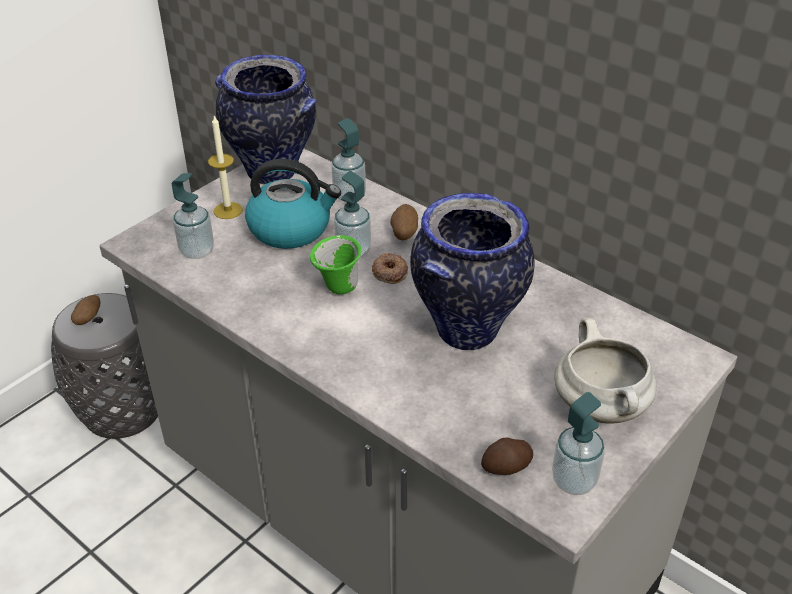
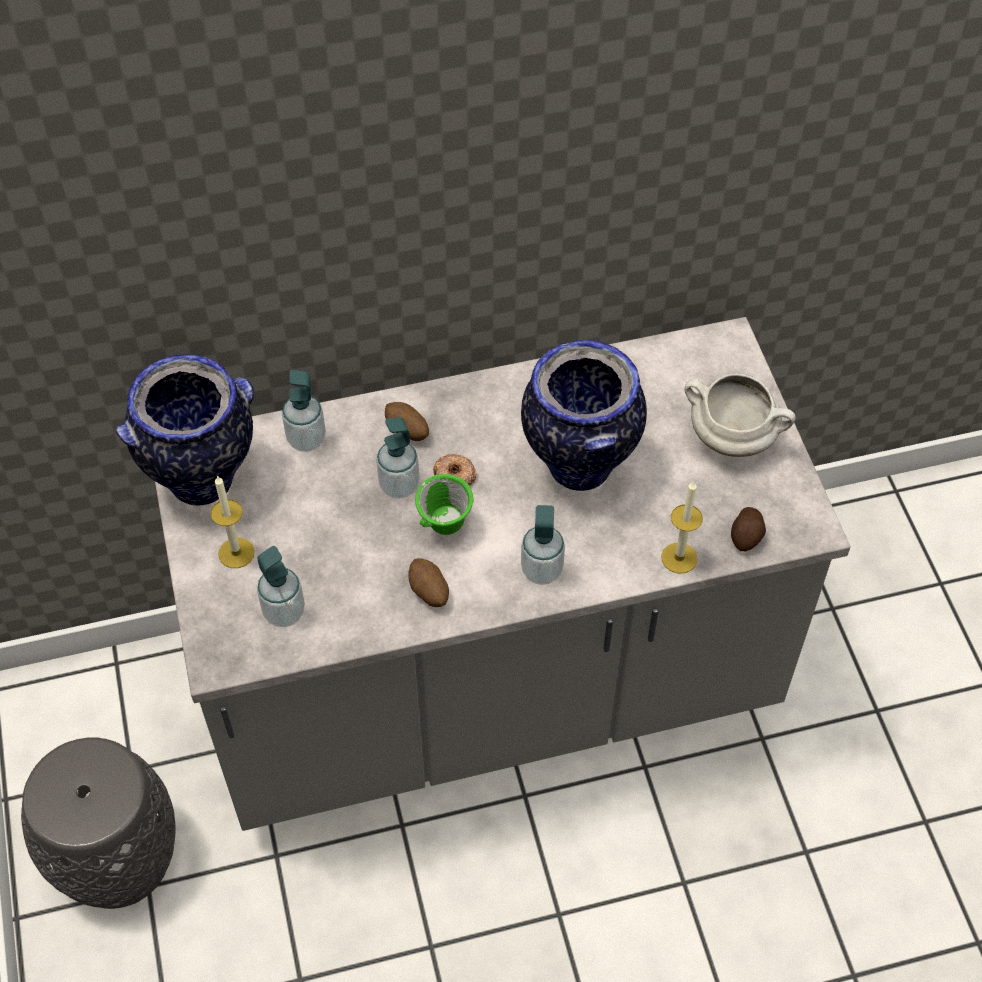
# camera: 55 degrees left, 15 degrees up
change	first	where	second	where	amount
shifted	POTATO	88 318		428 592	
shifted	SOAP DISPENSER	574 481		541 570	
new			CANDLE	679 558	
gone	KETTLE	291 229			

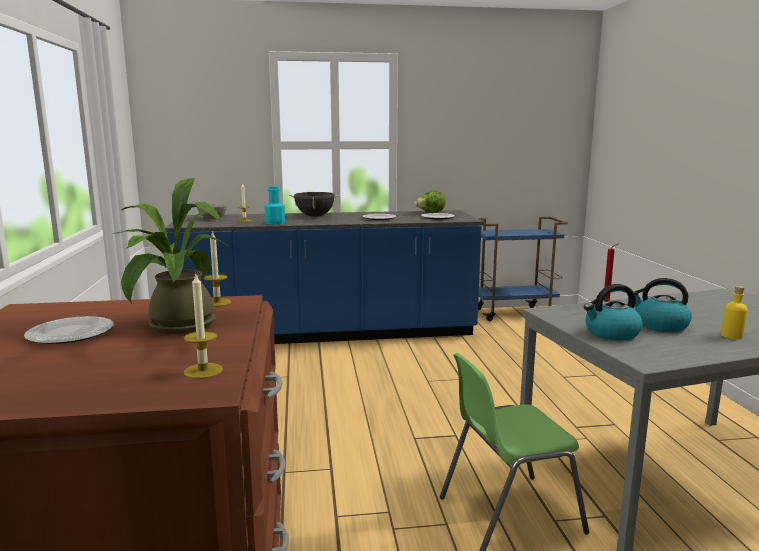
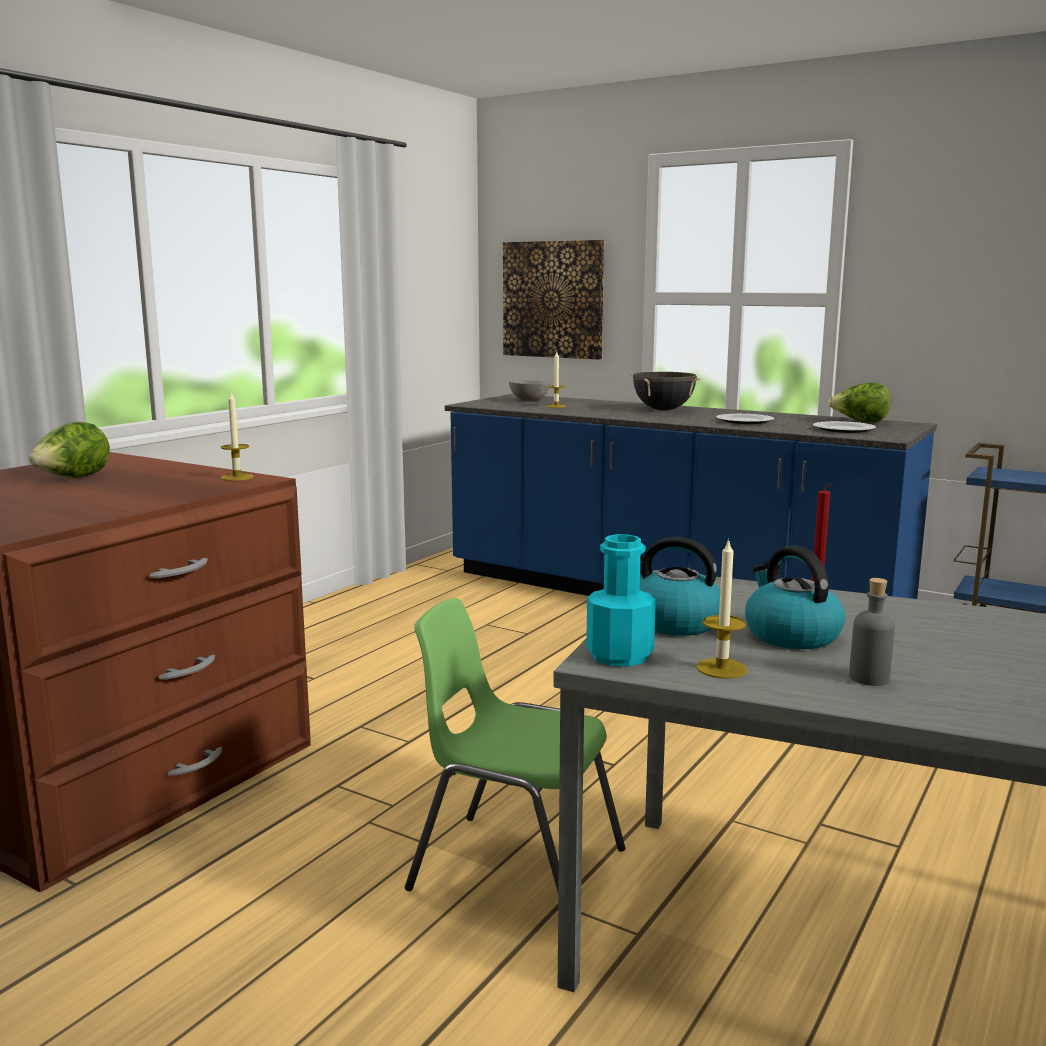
# camera: 40 degrees right, 0 degrees up
change	first	where	second	where	amount
swapped	PLATE	72 333	LETTUCE	72 479	
new			PICTURE	553 299	
shifted	TURQUOISE BOTTLE	275 223		619 655	
shifted	CANDLE	203 371		721 668	
repainted	YELLOW BOTTLE	731 336	GREY BOTTLE	869 678	
gone	POTTED PLANT	176 328			

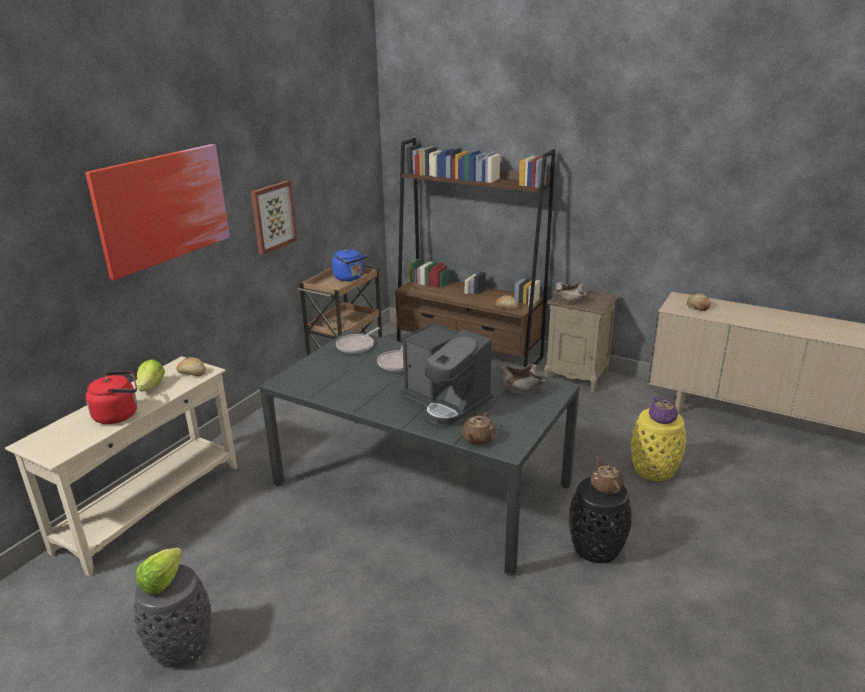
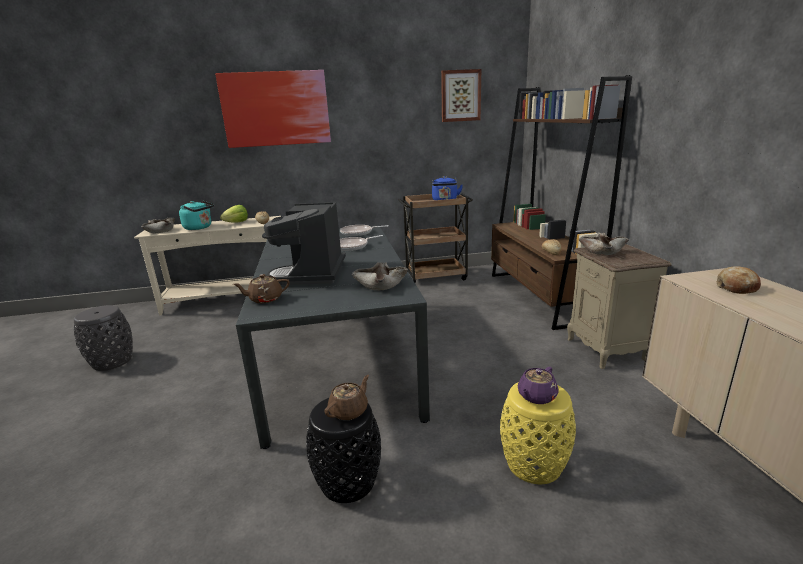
# camera: 50 degrees right, 5 degrees down
change	first	where	second	where	amount
new			BEIGE BOWL	160 231	
repainted	RED KETTLE	119 414	TURQUOISE KETTLE	199 228	
shifted	PICTURE	272 216		460 96	
gone	LETTUCE	162 581			

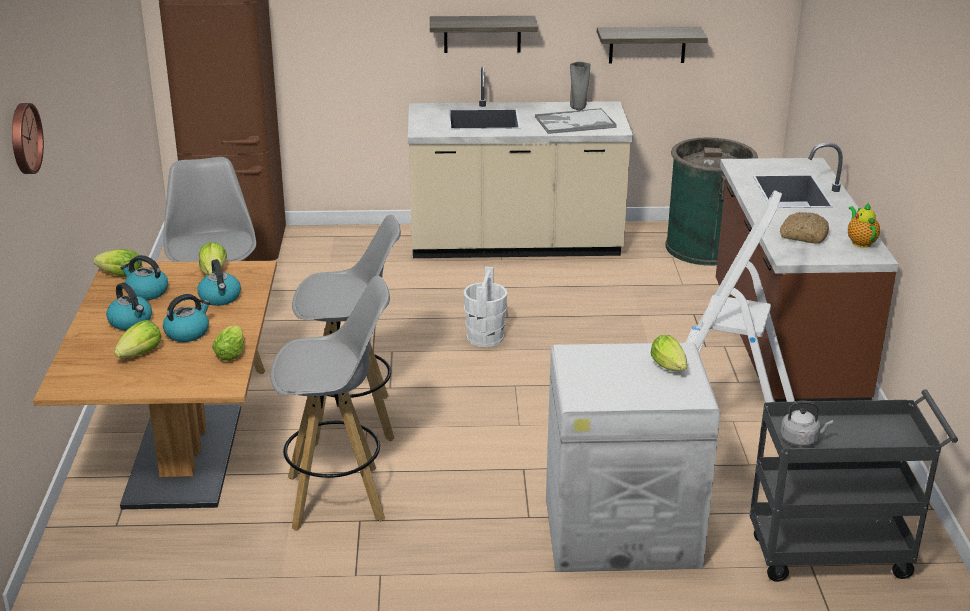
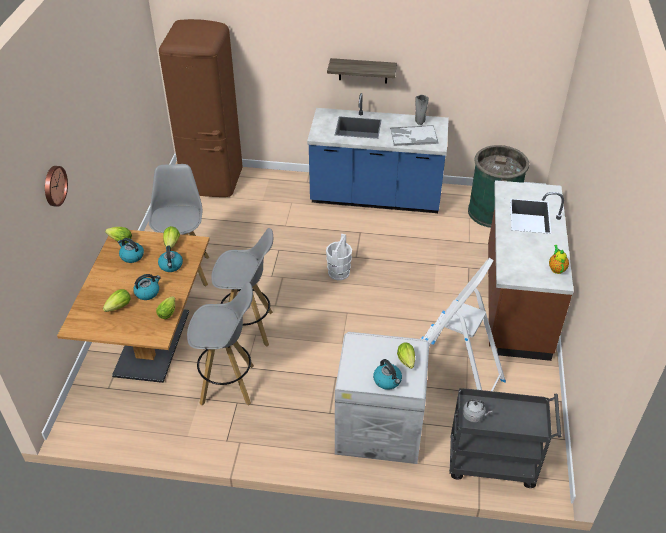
# camera: 10 degrees right, 15 degrees up
change	first	where	second	where	amount
repainted	BEIGE COUNTER	515 245	BLUE COUNTER	375 197	
shifted	KETTLE	131 322		387 380	
gone	SHELF	647 44			
gone	BREAD	803 235			

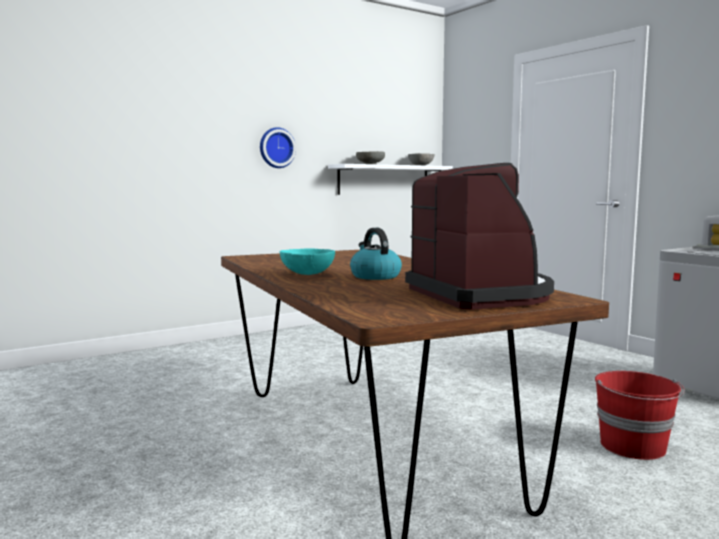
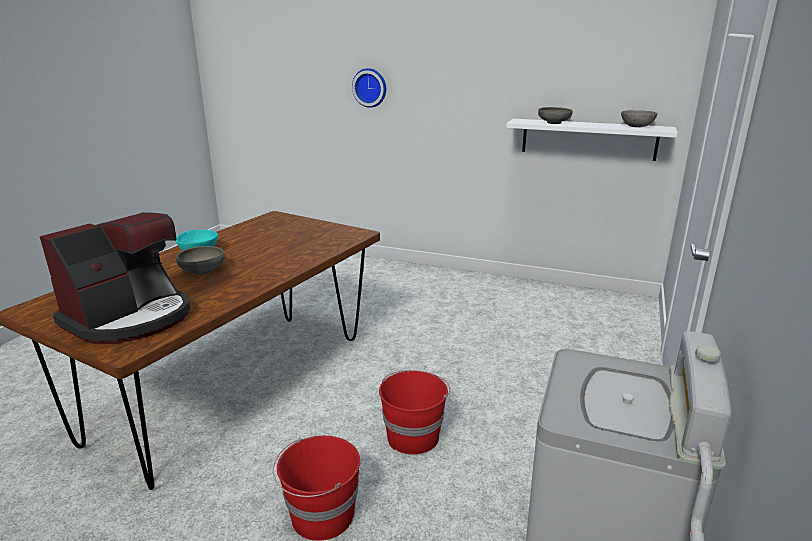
# camera: 55 degrees right, 15 degrees up
change	first	where	second	where	amount
swapped	KETTLE	374 276	GREY BOWL	202 271	
shifted	WALL CLOCK	276 148		370 87	
new			RED BUCKET	413 436	

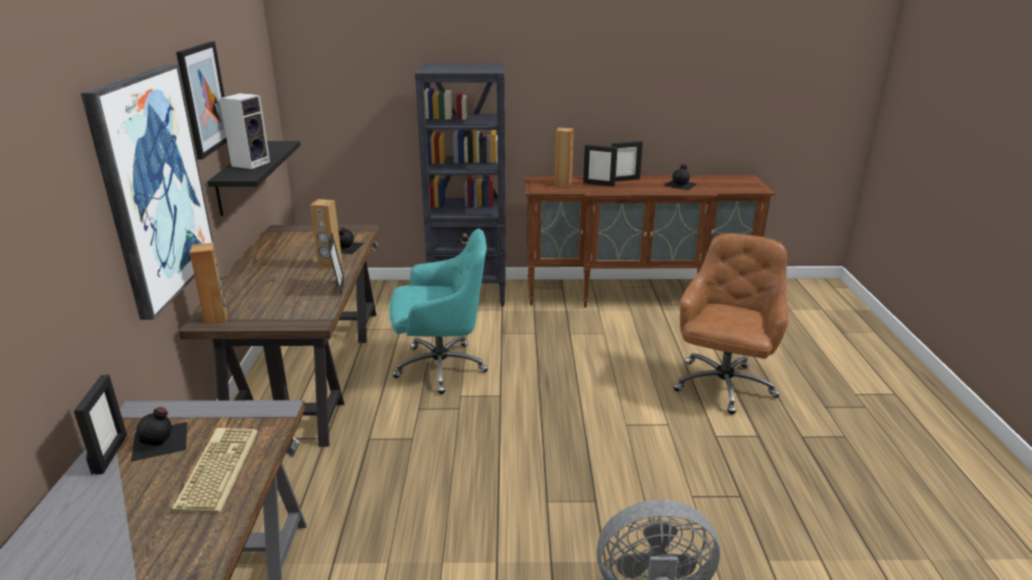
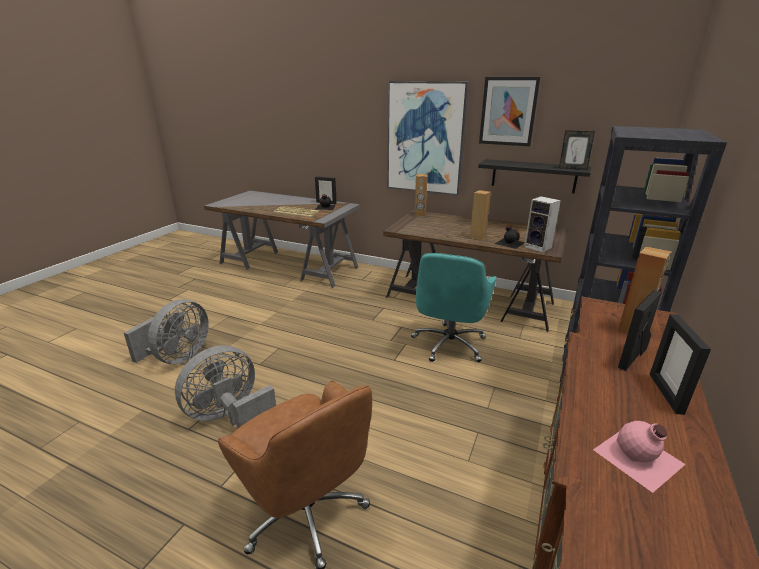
# camera: 115 degrees right, 0 degrees up
change	first	where	second	where	amount
new			GREY FAN	230 417	
shifted	SPEAKER	251 163		539 247	
shifted	PICTURE FRAME	339 288		572 168	
repainted	BLACK BOTTLE	681 184	PINK BOTTLE	638 458	

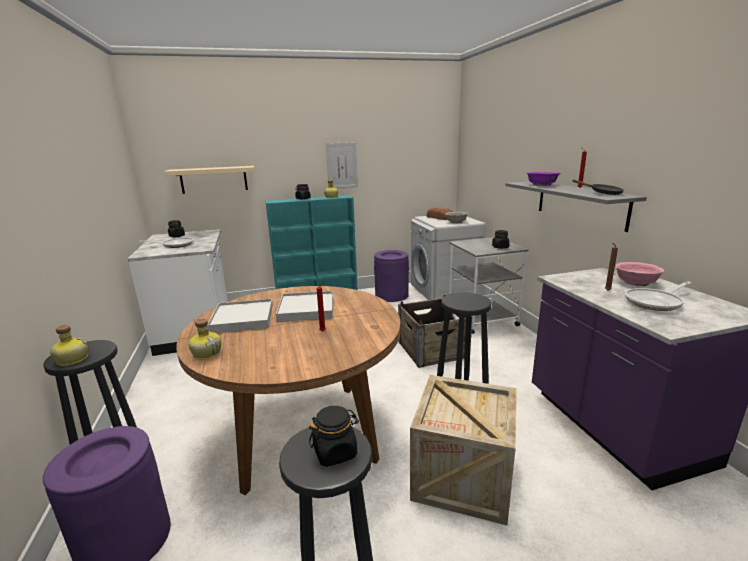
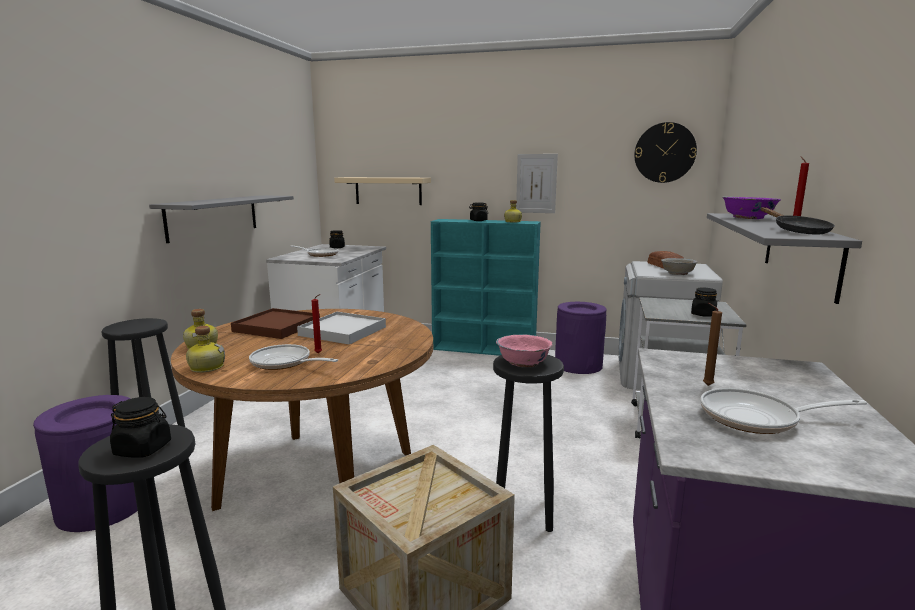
# camera: 30 degrees right, 5 degrees down
change	first	where	second	where	amount
new			GREY SHELF	213 217	
shifted	BOTTLE	71 359		206 367	
repainted	WHITE TRAY	243 318	BROWN TRAY	277 327	
new			FRYING PAN	284 363	
shifted	PINK BOWL	636 283		523 363	
new			WALL CLOCK	664 152	
gone	CRATE	432 349			

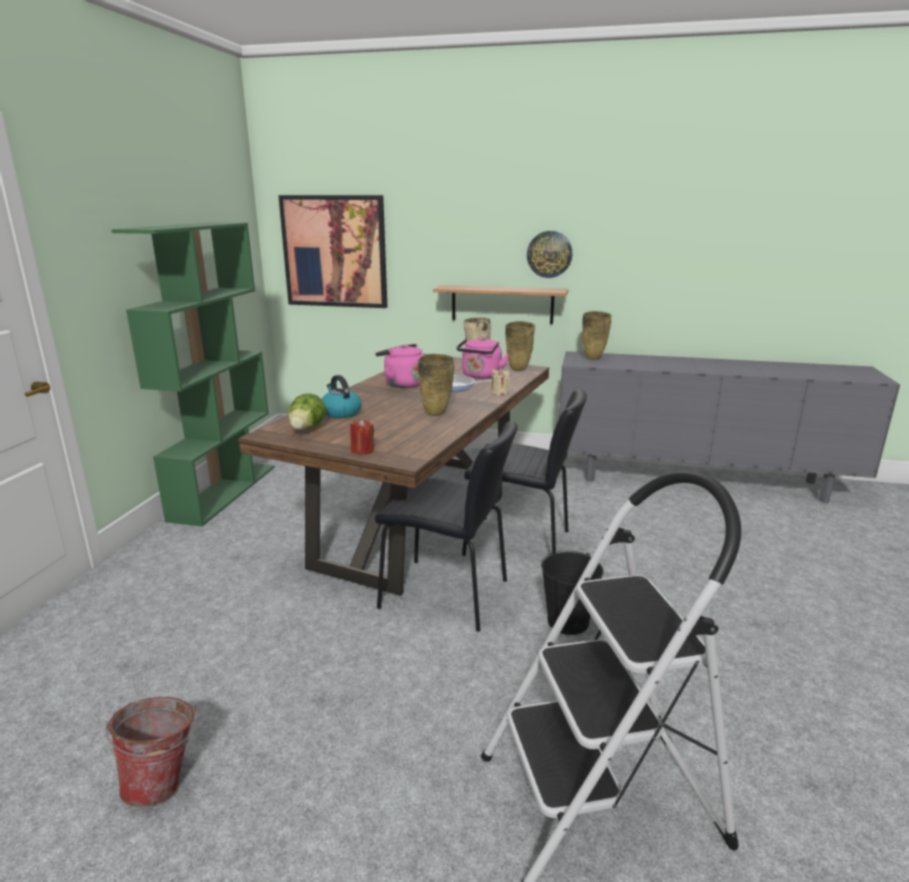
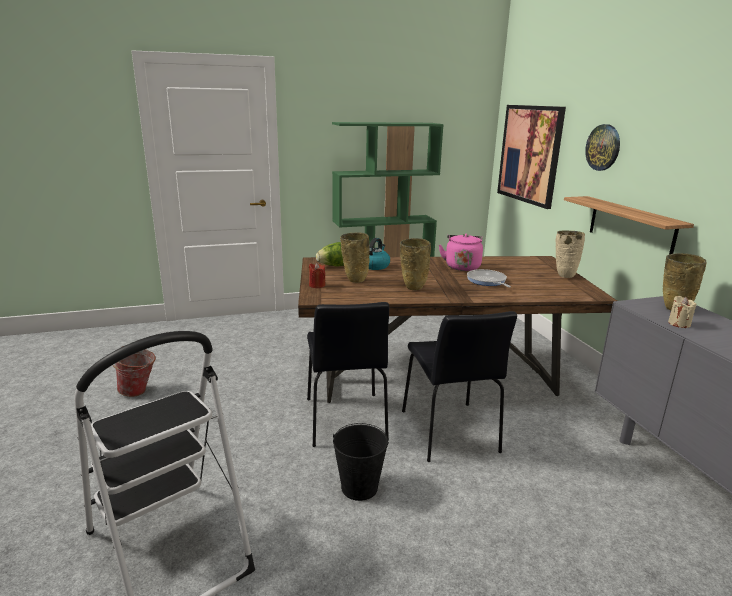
# camera: 60 degrees right, 0 degrees up
change	first	where	second	where	amount
shifted	BEIGE VASE	518 370		354 281	
shifted	WALL CLOCK	549 254		603 147	
shifted	BEIGE CANDLE	499 393		679 324	
gone	PINK KETTLE	481 376			

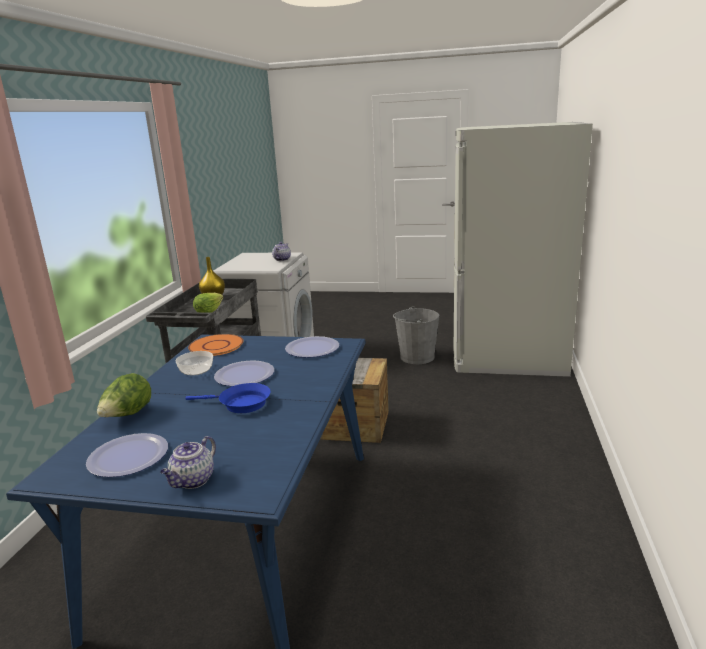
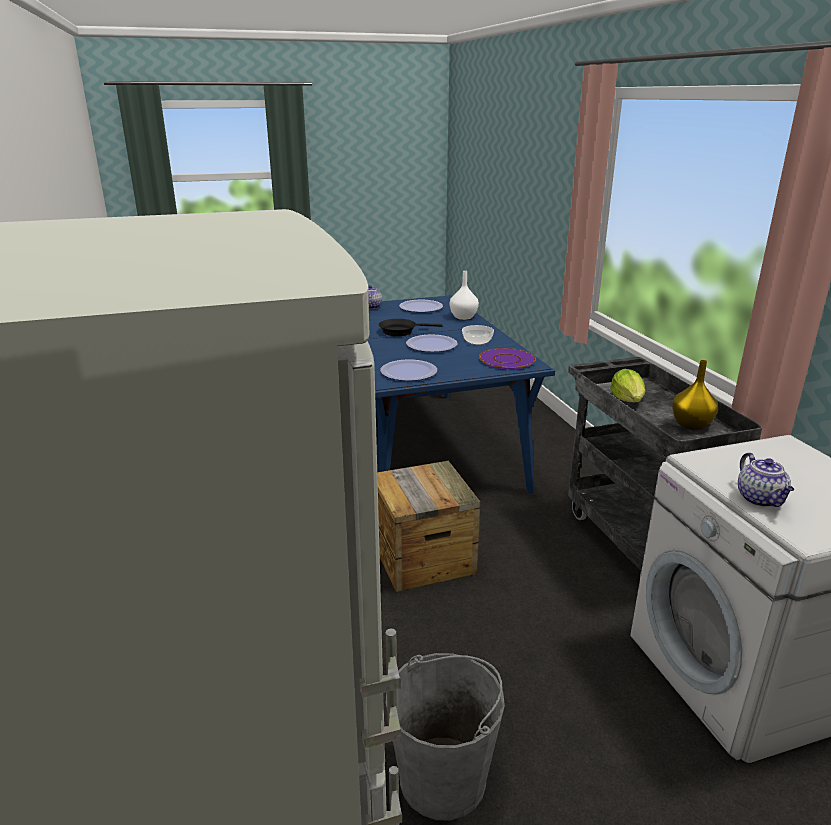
# camera: 150 degrees right, 5 degrees up
change	first	where	second	where	amount
repainted	BLUE FRYING PAN	240 404	BLACK FRYING PAN	401 331	
swapped	LETTUCE	127 415	WHITE VASE	463 317	
repainted	ORANGE PLATE	216 346	PURPLE PLATE	507 360	

